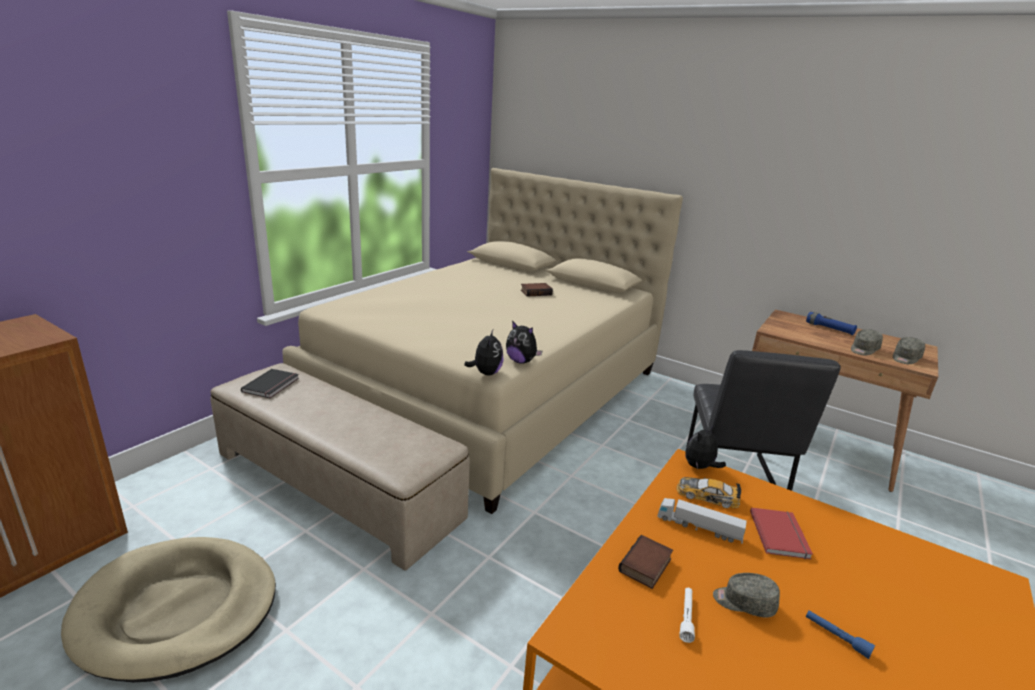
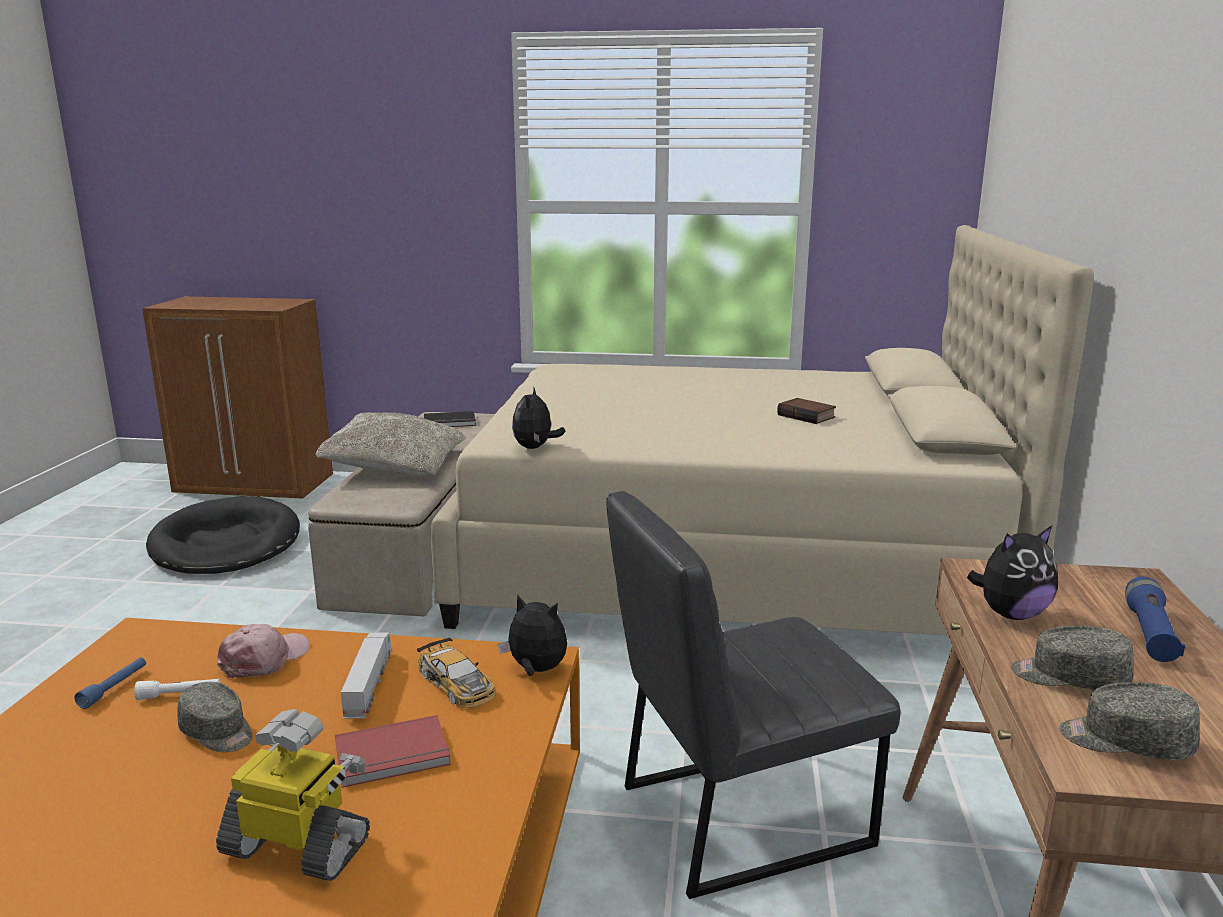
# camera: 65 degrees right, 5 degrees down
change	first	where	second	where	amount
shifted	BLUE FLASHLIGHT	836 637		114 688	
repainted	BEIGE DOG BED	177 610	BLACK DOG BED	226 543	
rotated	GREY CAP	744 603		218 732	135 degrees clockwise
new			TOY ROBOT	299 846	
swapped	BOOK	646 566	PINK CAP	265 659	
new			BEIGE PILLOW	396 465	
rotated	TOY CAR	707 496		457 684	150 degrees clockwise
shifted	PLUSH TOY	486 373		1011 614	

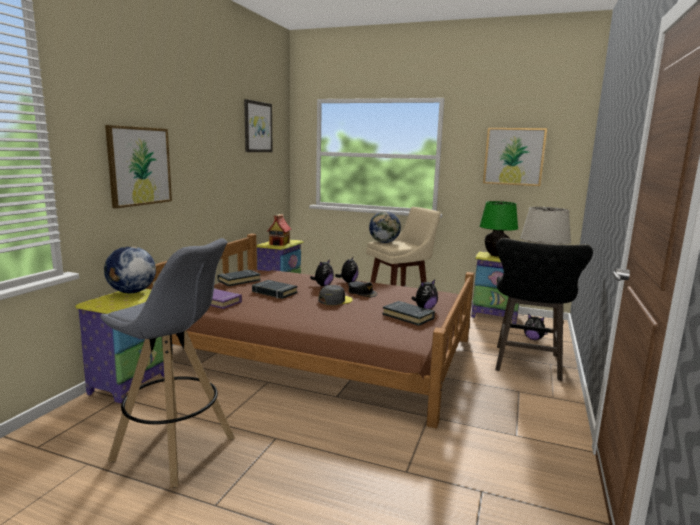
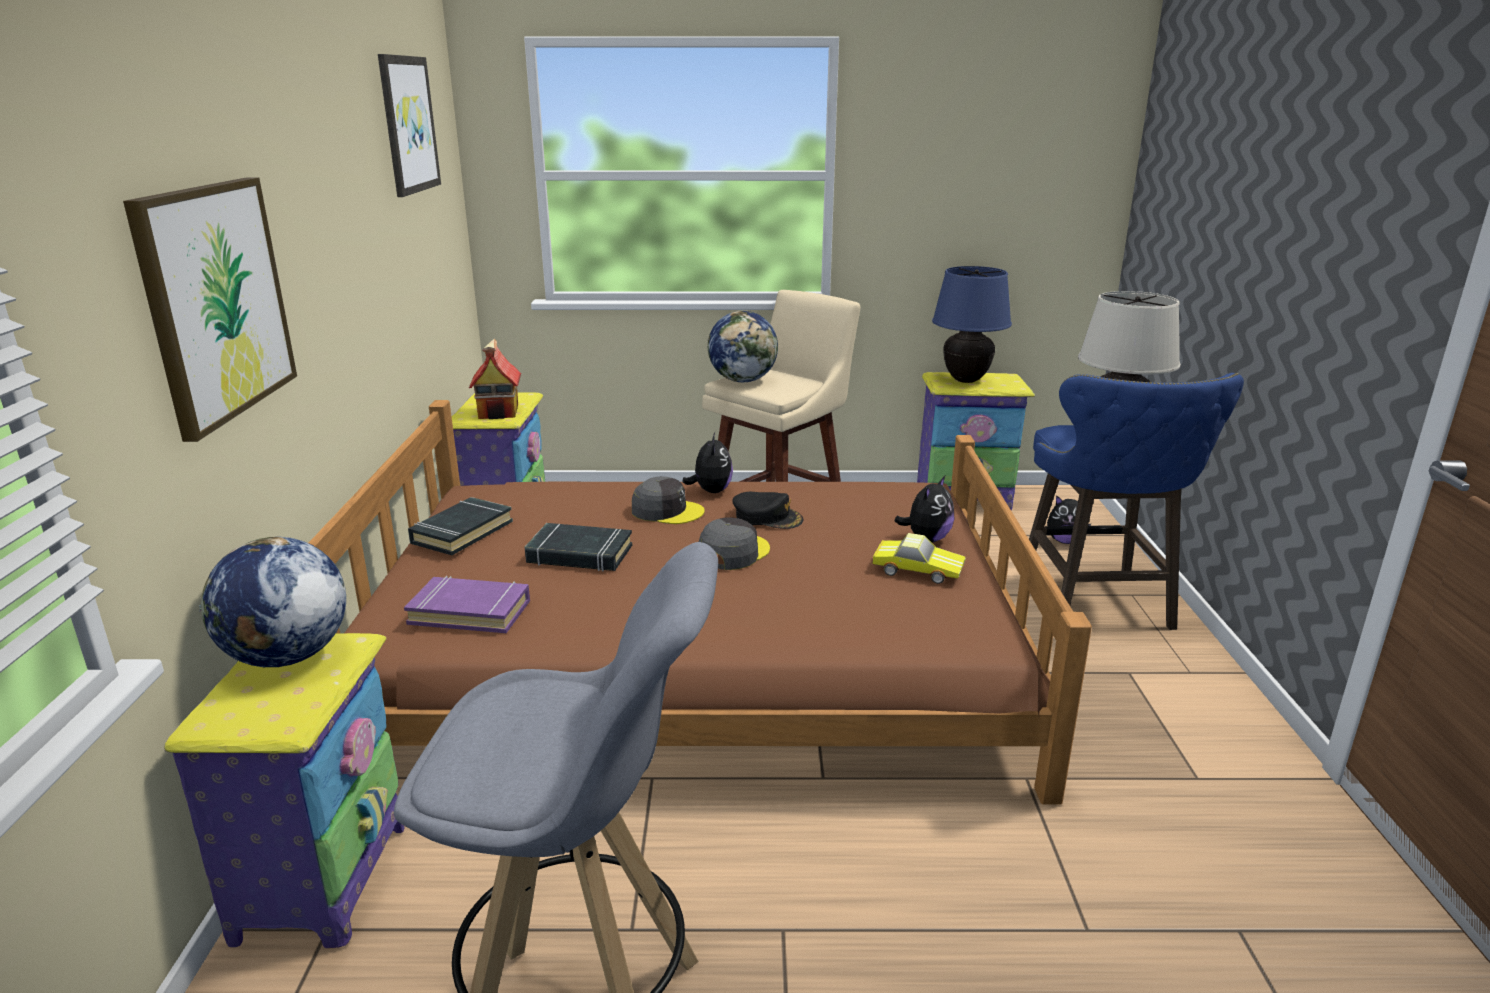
# camera: 20 degrees left, 10 degrees up
change	first	where	second	where	amount
swapped	PLUSH TOY	323 285	GREY CAP	667 511	
swapped	BLACK BOOK	408 316	TOY CAR	917 568	
repainted	GREEN TABLE LAMP	495 255	BLUE TABLE LAMP	966 380	
repainted	BLACK STOOL	527 364	BLUE STOOL	1097 604	
gone	PICTURE	514 156			

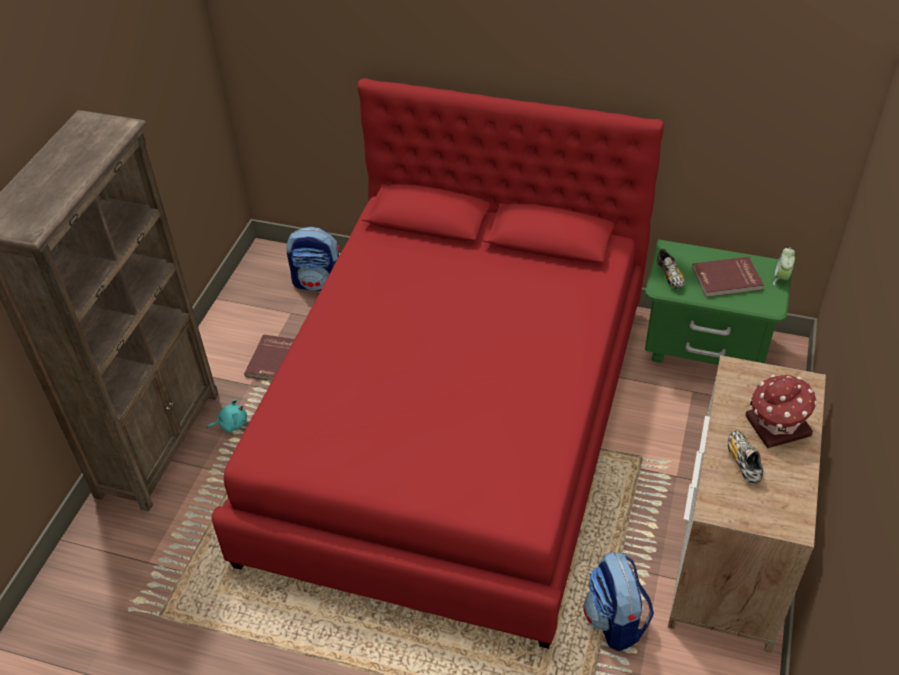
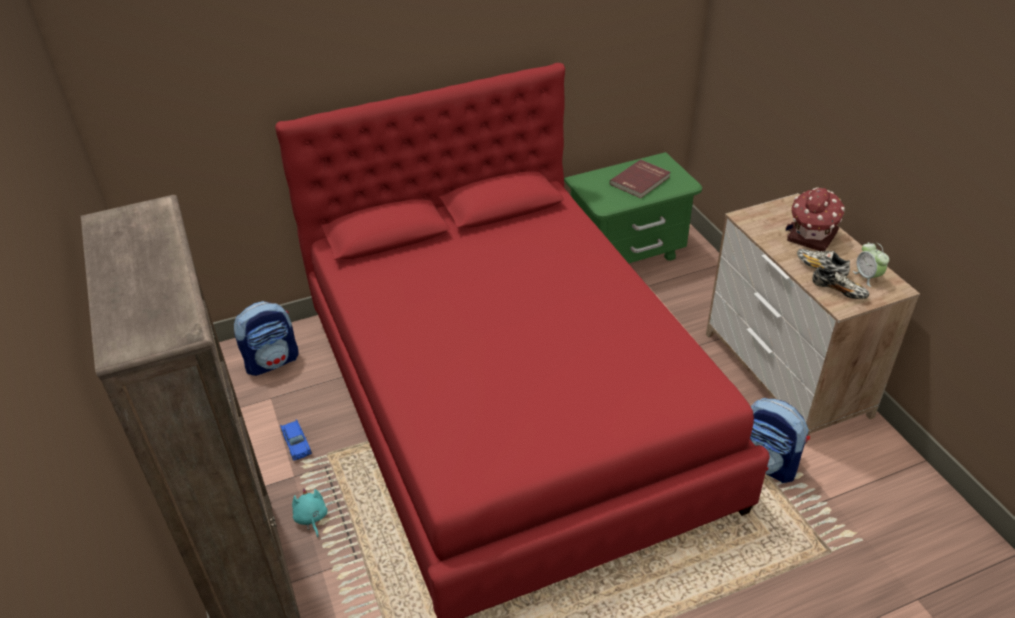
# camera: 40 degrees left, 5 degrees down
change	first	where	second	where	amount
swapped	RED BOOK	274 360	BLUE TOY CAR	296 443	
rotated	TURQUOISE PLUSH TOY	231 424		311 518	60 degrees counterclockwise
shifted	SHOE	670 276		838 291	
shifted	ALARM CLOCK	781 278		867 277	

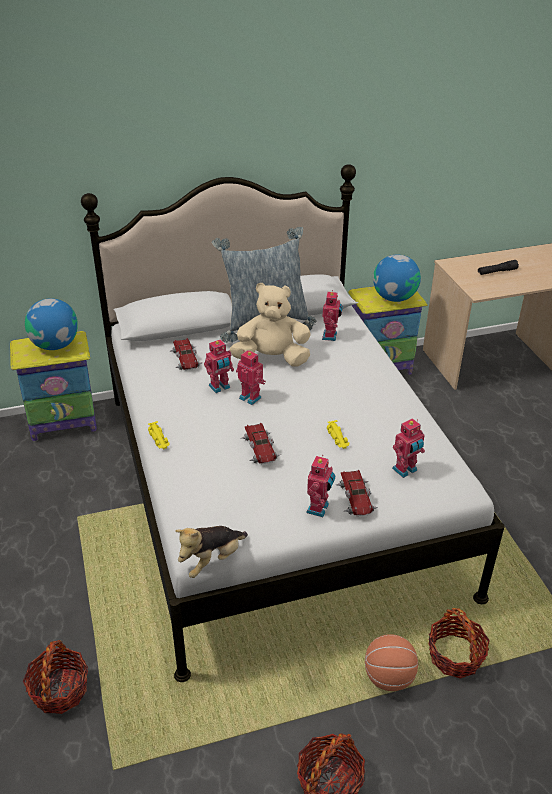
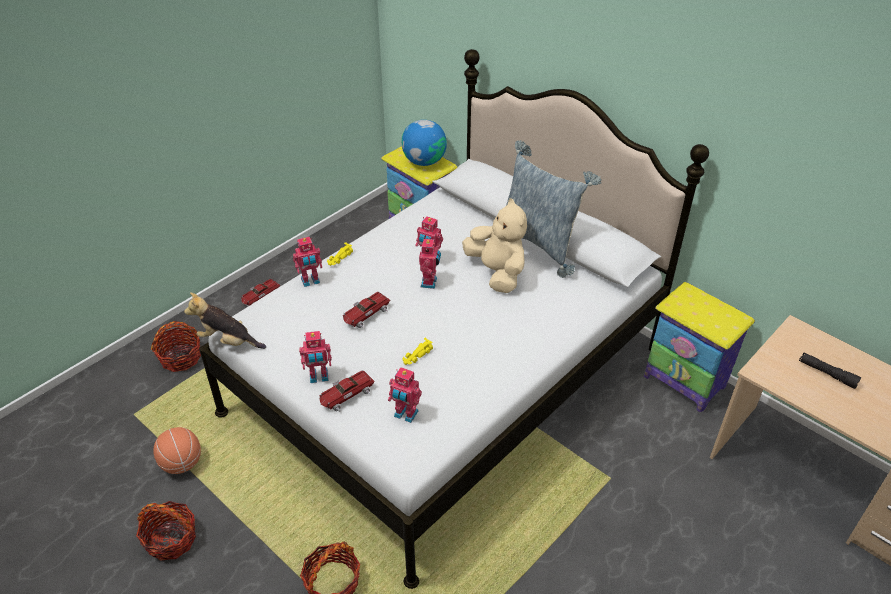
# camera: 60 degrees right, 5 degrees up
change	first	where	second	where	amount
shifted	BASKETBALL	388 677		182 463	
shifted	TOY CAR	186 359		260 296	
shifted	TOY ROBOT	331 336		310 281	
gone	GLOBE	394 298			

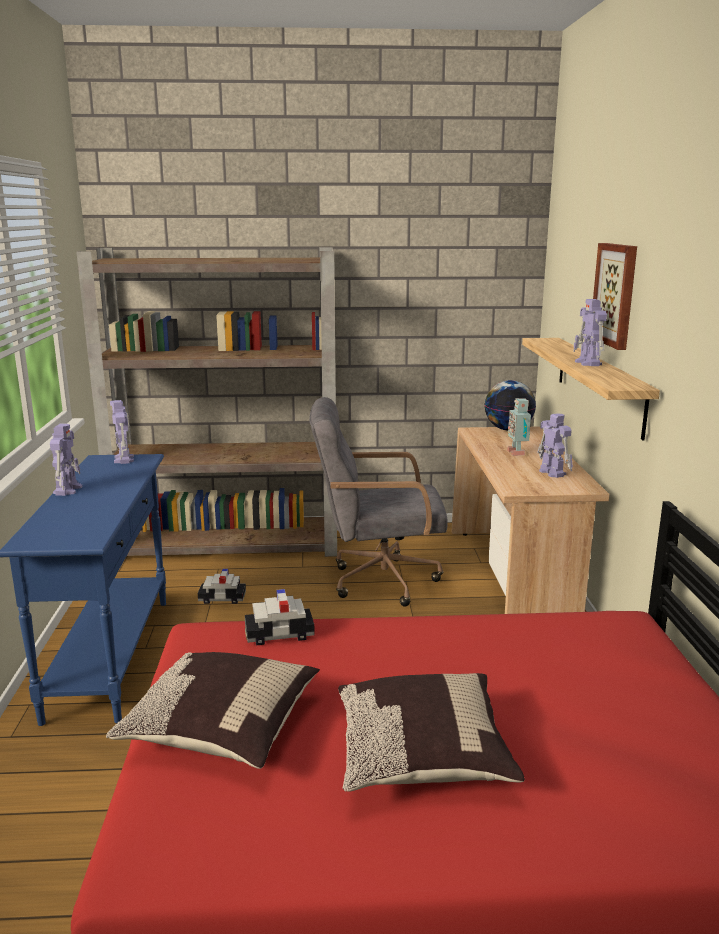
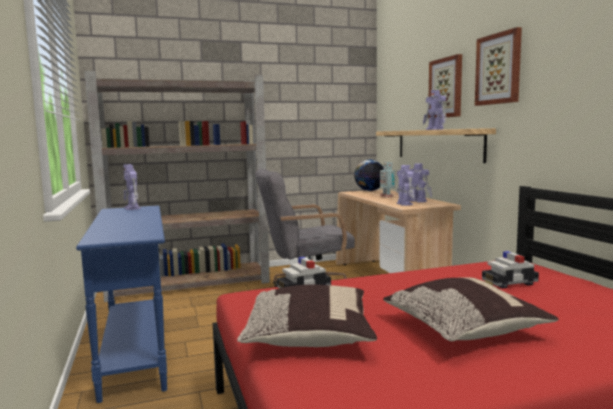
# camera: 15 degrees left, 10 degrees down
change	first	where	second	where	amount
shifted	TOY ROBOT	68 489		404 204	
new			PICTURE	499 69	
shifted	TOY CAR	222 598		509 283	

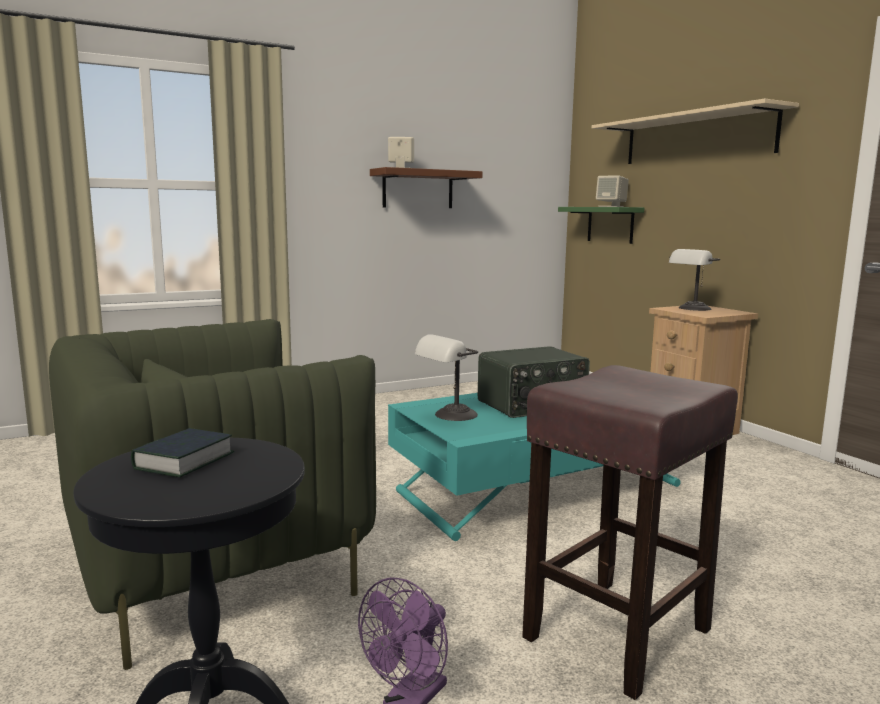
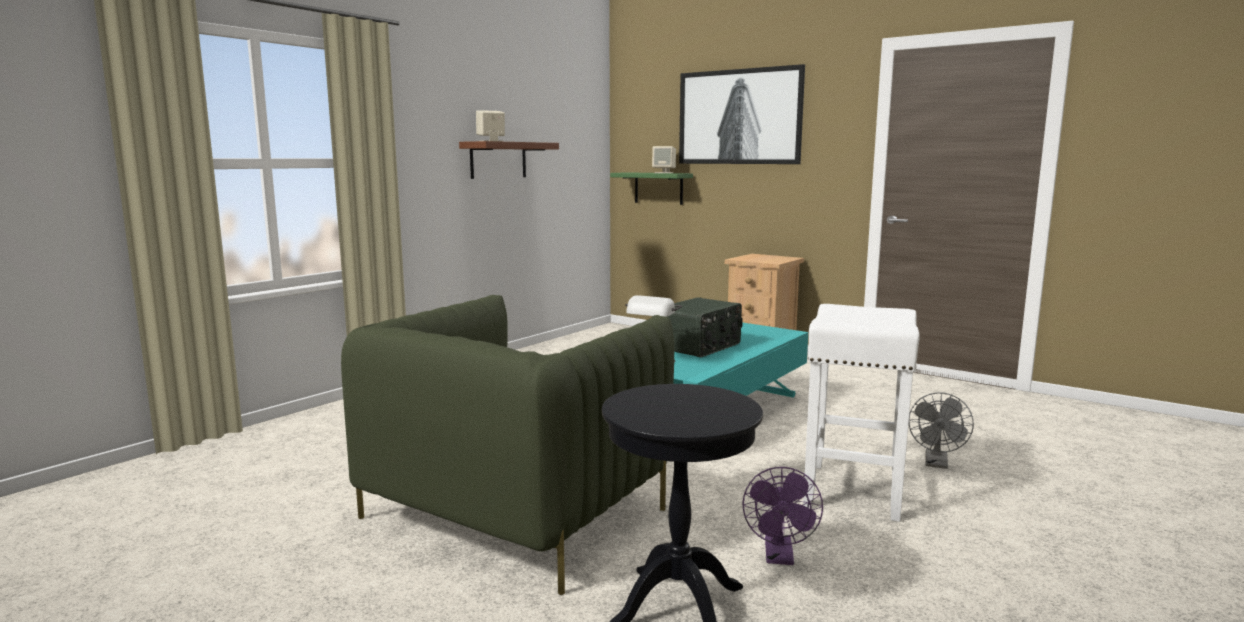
# camera: 25 degrees left, 0 degrees up
change	first	where	second	where	amount
swapped	BEIGE SHELF	696 138	PICTURE	739 117	
repainted	BROWN STOOL	616 635	WHITE STOOL	853 492	
new			GREY FAN	937 464	
gone	BOOK	184 461			
gone	TABLE LAMP	691 309			

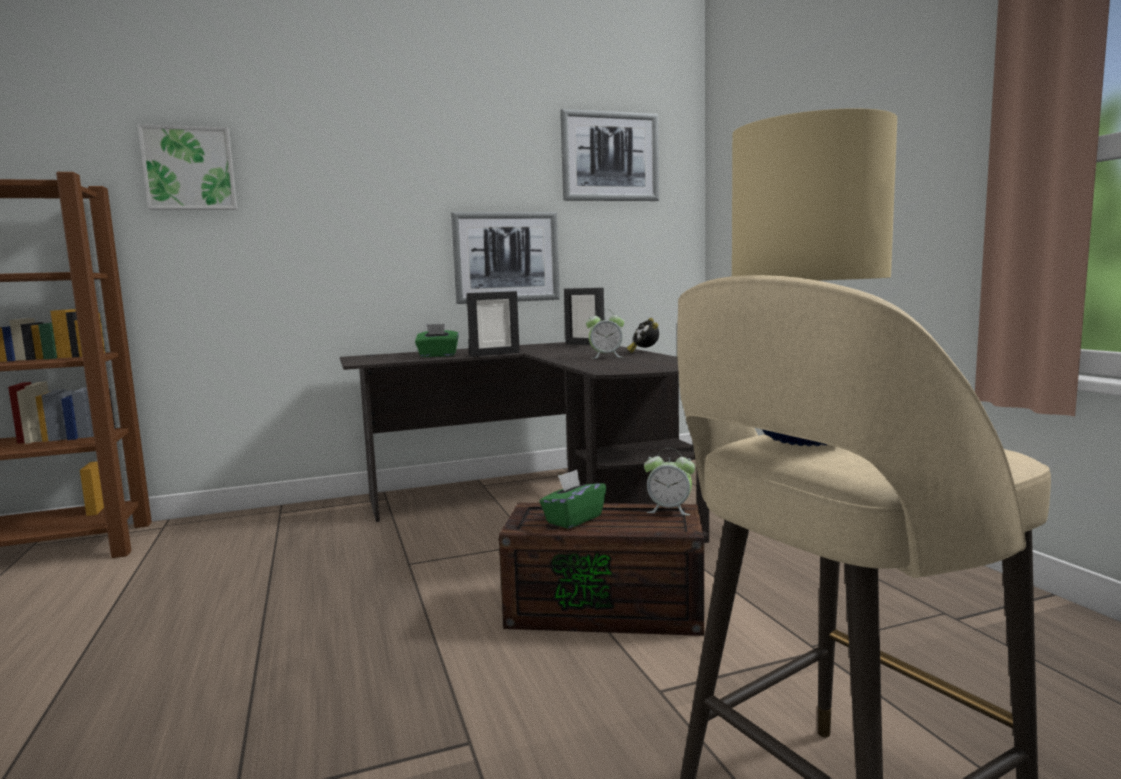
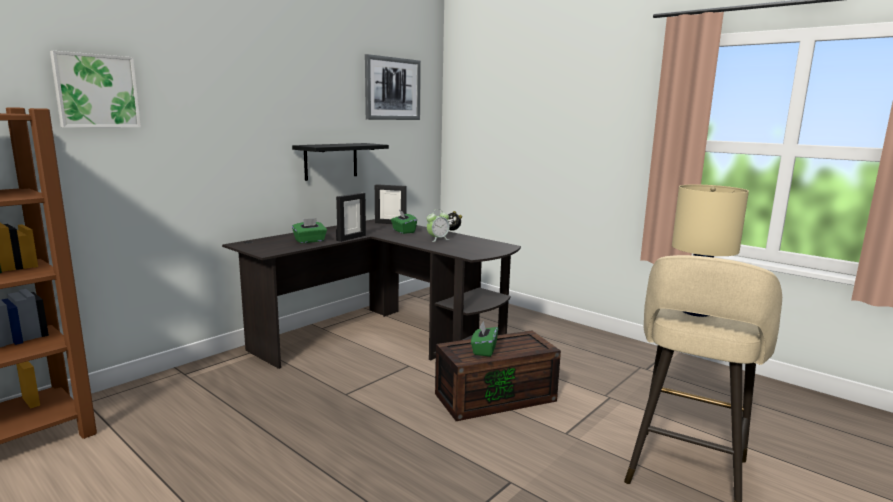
# camera: 30 degrees left, 5 degrees up
change	first	where	second	where	amount
swapped	PICTURE	506 257	BLACK SHELF	331 161	
new			GREEN TISSUE BOX	403 231	
gone	ALARM CLOCK	669 510			

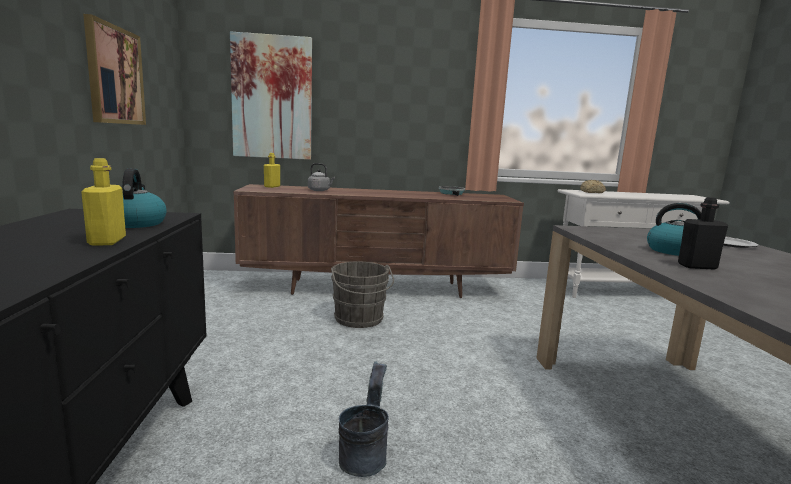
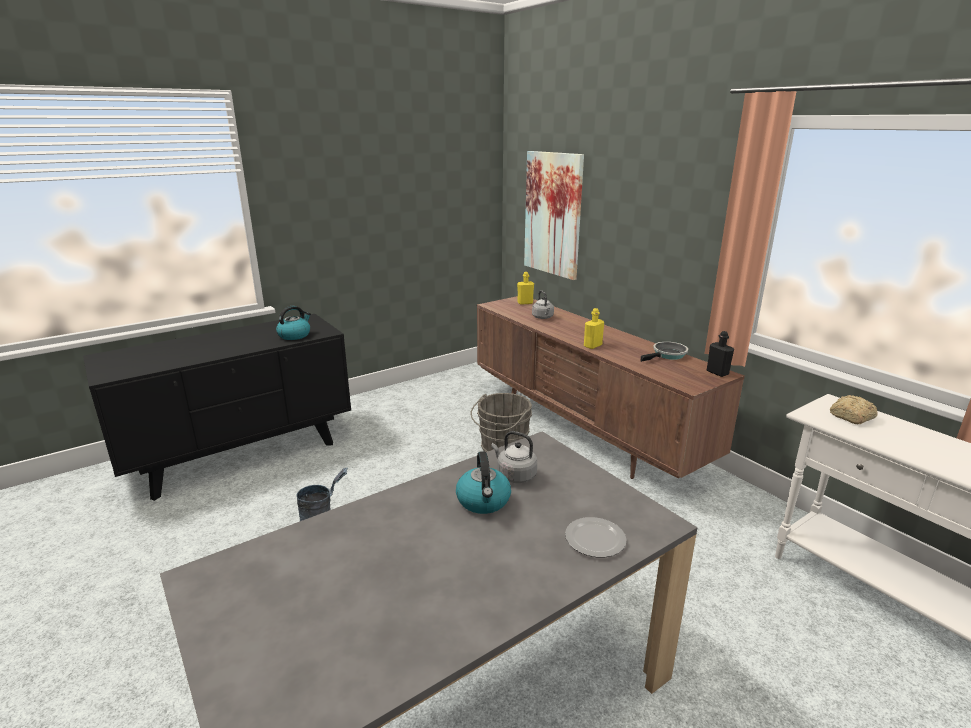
# camera: 60 degrees right, 10 degrees up
change	first	where	second	where	amount
new			GREY KETTLE	514 475	
shifted	YELLOW BOTTLE	107 241		592 346	
shifted	BLACK BOTTLE	697 266		717 372	
gone	PICTURE	114 75			

